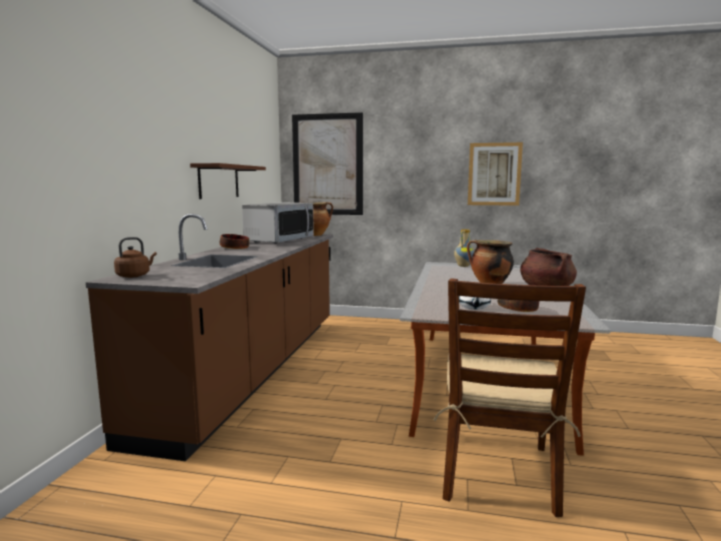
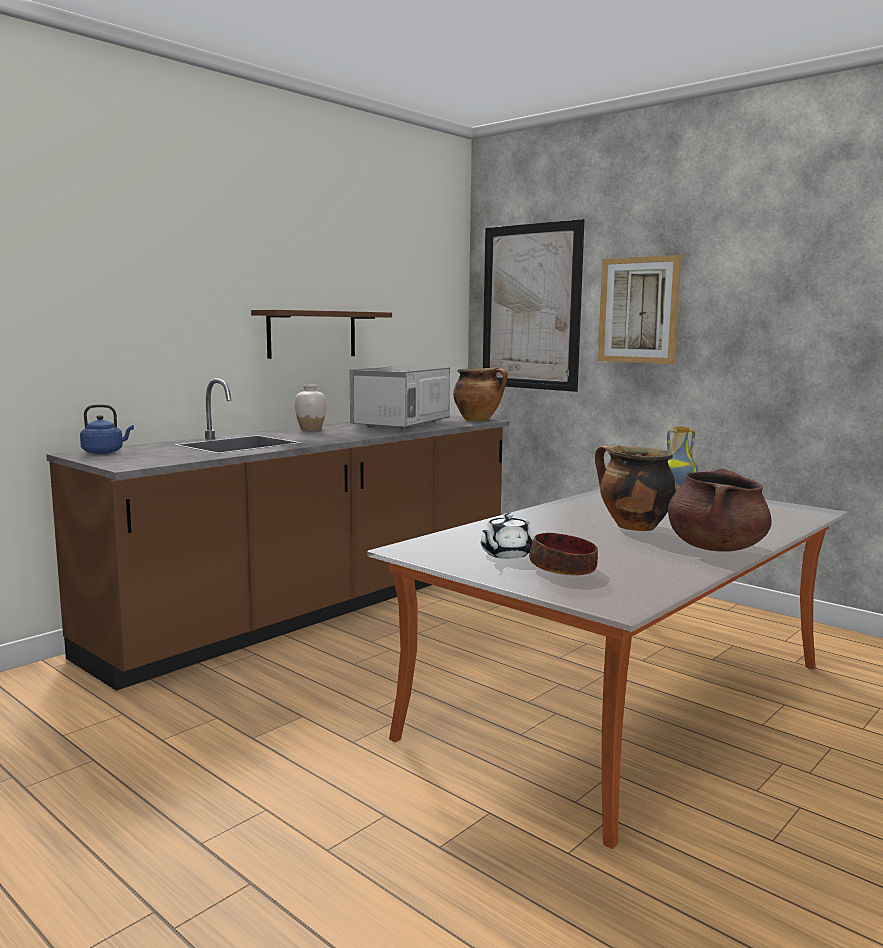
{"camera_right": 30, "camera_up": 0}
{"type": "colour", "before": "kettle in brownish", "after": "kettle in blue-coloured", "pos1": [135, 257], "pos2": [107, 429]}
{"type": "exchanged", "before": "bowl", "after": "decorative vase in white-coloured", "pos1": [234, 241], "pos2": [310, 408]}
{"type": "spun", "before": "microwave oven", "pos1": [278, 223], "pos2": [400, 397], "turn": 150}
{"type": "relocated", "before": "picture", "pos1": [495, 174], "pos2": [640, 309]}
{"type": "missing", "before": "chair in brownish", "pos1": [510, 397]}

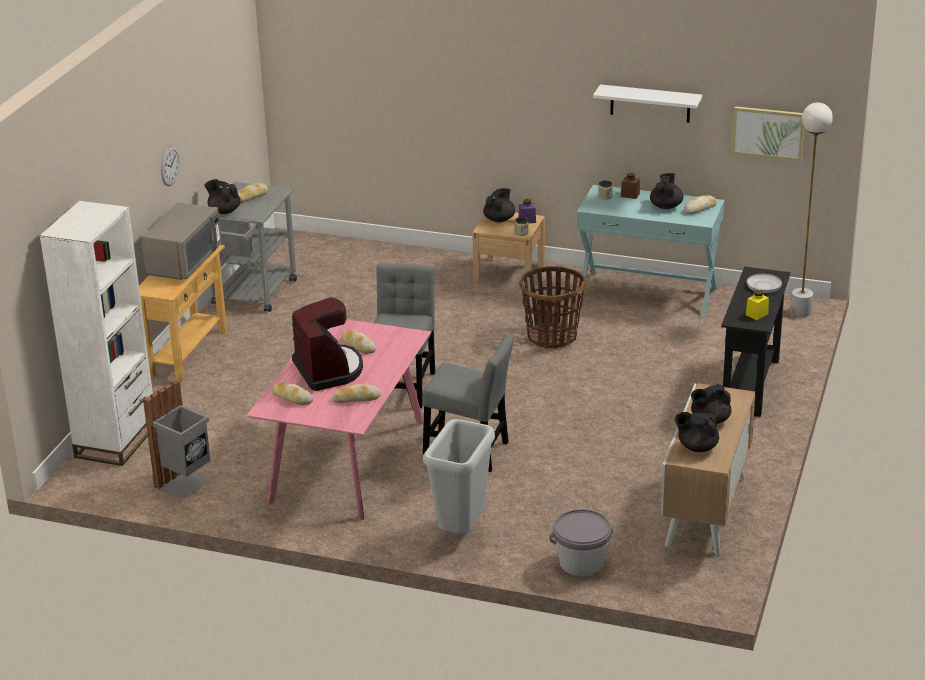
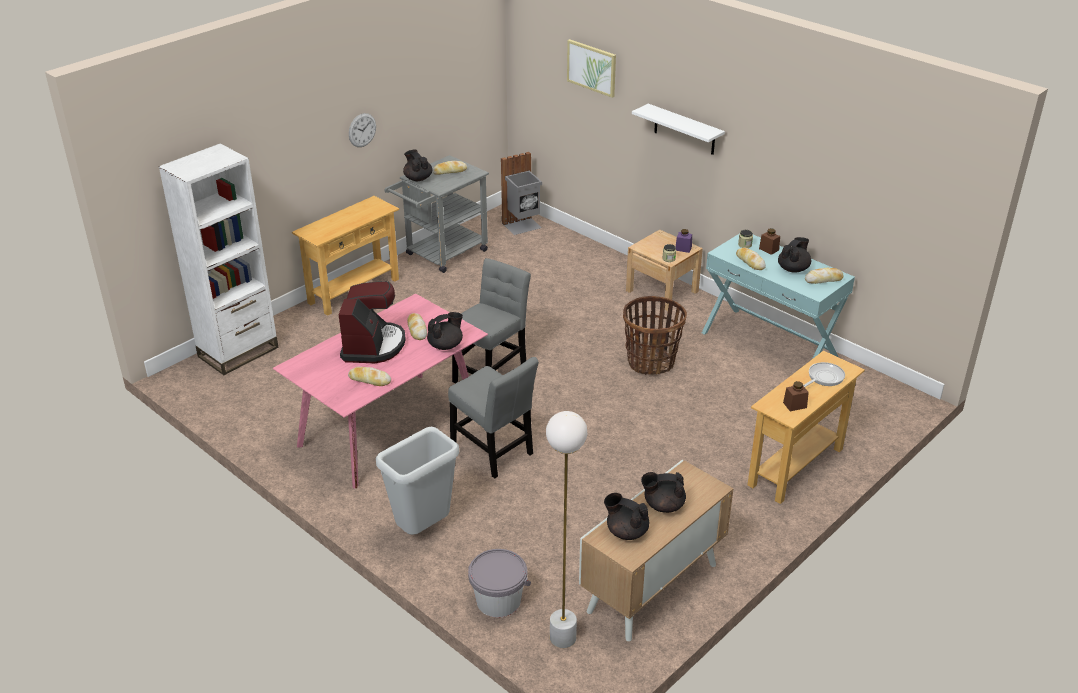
{"camera_right": 25, "camera_up": 5}
{"type": "relocated", "before": "teapot in blackish", "pos1": [499, 205], "pos2": [445, 331]}
{"type": "relocated", "before": "trash can in greyish", "pos1": [178, 440], "pos2": [521, 193]}
{"type": "relocated", "before": "floor lamp in white-coloured", "pos1": [811, 209], "pos2": [566, 529]}
{"type": "relocated", "before": "picture", "pos1": [768, 133], "pos2": [591, 68]}
{"type": "relocated", "before": "shelf in white-coloured", "pos1": [647, 103], "pos2": [678, 129]}
{"type": "relocated", "before": "bakery bread", "pos1": [292, 393], "pos2": [751, 259]}
{"type": "colour", "before": "console table in blackish", "after": "console table in sand-coloured", "pos1": [756, 341], "pos2": [806, 427]}
{"type": "colour", "before": "preserve jar in yellow", "after": "preserve jar in brownish", "pos1": [757, 305], "pos2": [796, 396]}
{"type": "missing", "before": "microwave oven in greyish", "pos1": [181, 241]}

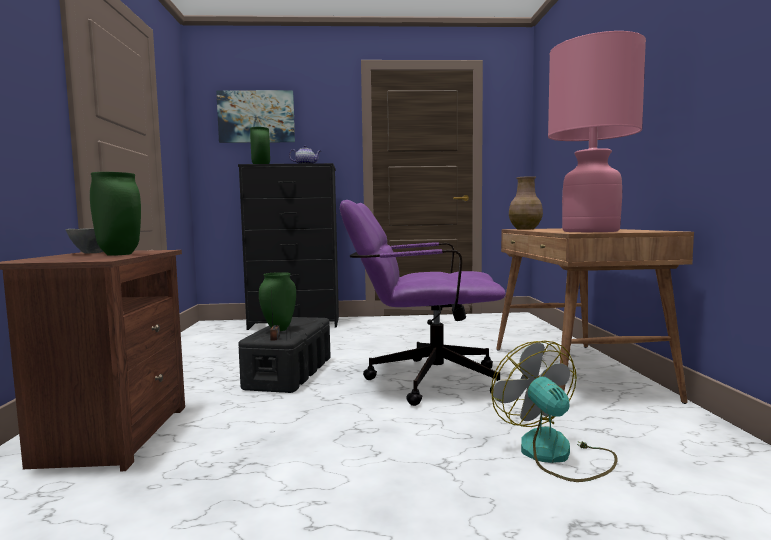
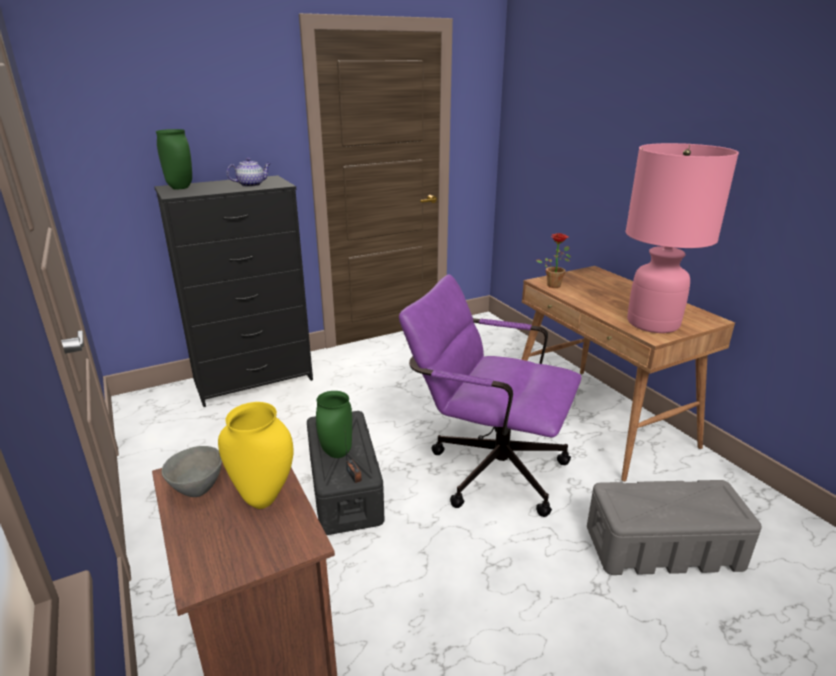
{"camera_right": -25, "camera_up": 20}
{"type": "colour", "before": "decorative vase in greenish", "after": "decorative vase in yellow", "pos1": [115, 214], "pos2": [256, 455]}
{"type": "spun", "before": "office chair in purplish", "pos1": [423, 303], "pos2": [490, 395], "turn": 45}
{"type": "exchanged", "before": "decorative vase in brownish", "after": "potted plant", "pos1": [526, 202], "pos2": [553, 260]}
{"type": "exchanged", "before": "electric fan", "after": "storage box in greyish", "pos1": [554, 411], "pos2": [674, 527]}
{"type": "missing", "before": "picture", "pos1": [255, 116]}

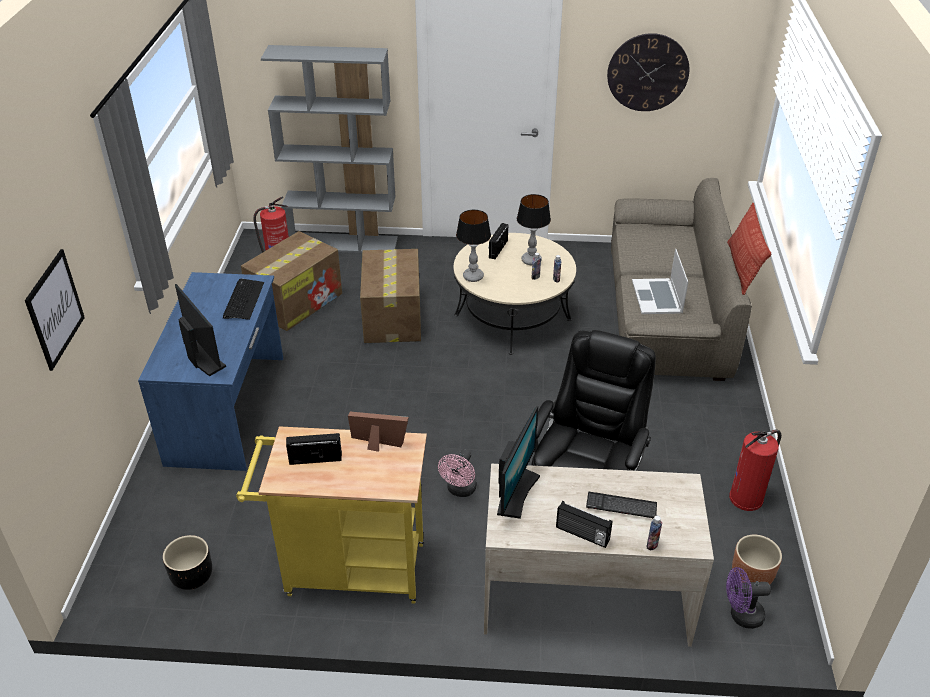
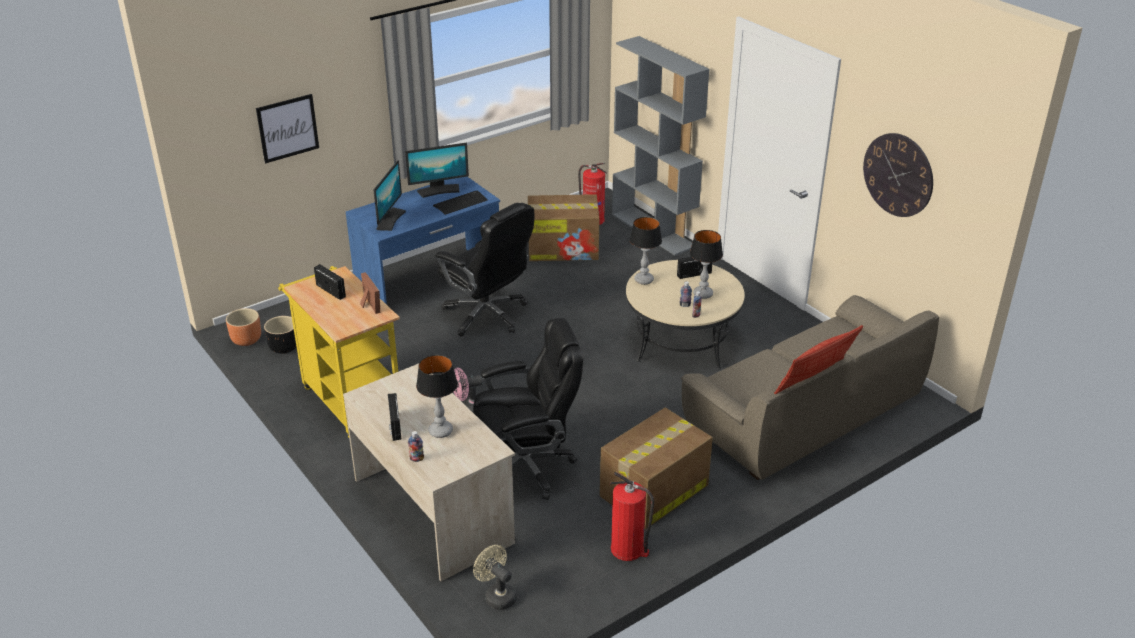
{"camera_right": 50, "camera_up": -5}
{"type": "relocated", "before": "planter in brownish", "pos1": [757, 559], "pos2": [243, 327]}
{"type": "relocated", "before": "computer display", "pos1": [518, 462], "pos2": [437, 170]}
{"type": "exchanged", "before": "PC keyboard", "after": "table lamp", "pos1": [621, 505], "pos2": [437, 396]}
{"type": "appeared", "after": "office chair in blackish", "pos2": [484, 270]}
{"type": "colour", "before": "electric fan in purplish", "after": "electric fan in sand-coloured", "pos1": [748, 598], "pos2": [495, 577]}
{"type": "relocated", "before": "carton", "pos1": [390, 296], "pos2": [656, 468]}
{"type": "missing", "before": "notebook computer", "pos1": [660, 281]}

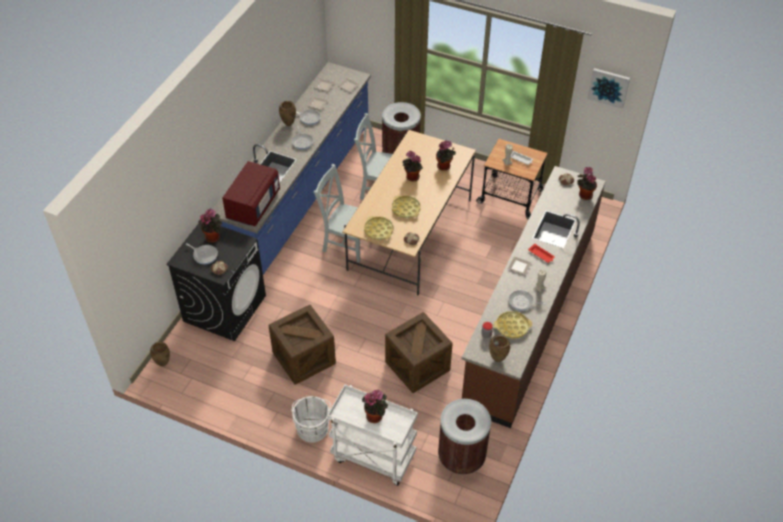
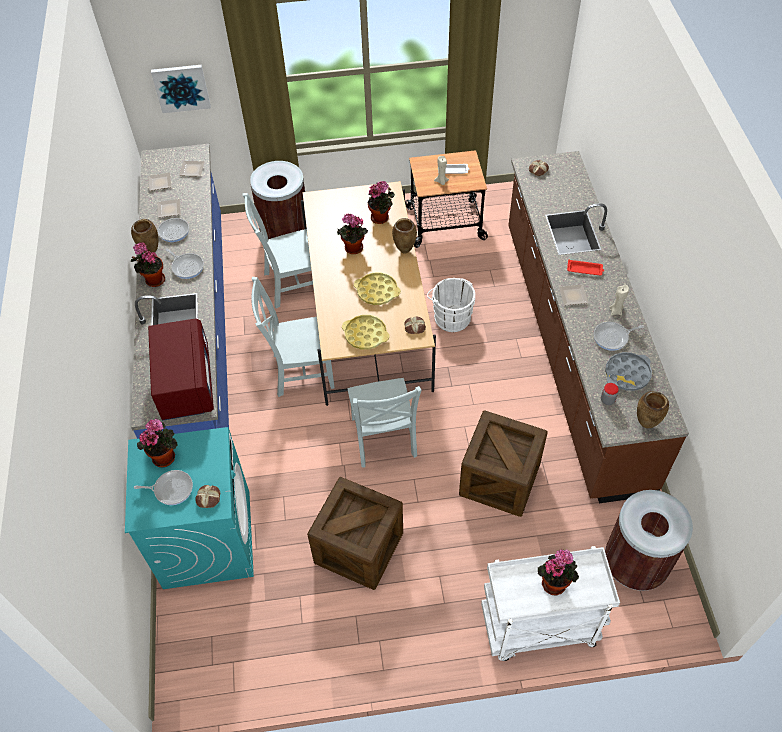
{"camera_right": -30, "camera_up": 5}
{"type": "colour", "before": "laundry appliance in blackish", "after": "laundry appliance in blue-green", "pos1": [216, 282], "pos2": [189, 508]}
{"type": "relocated", "before": "potted plant", "pos1": [587, 183], "pos2": [148, 264]}
{"type": "relocated", "before": "picture", "pos1": [608, 88], "pos2": [181, 89]}
{"type": "appeared", "after": "chair in greyish", "pos2": [384, 422]}
{"type": "relocated", "before": "decorative vase in brownish", "pos1": [160, 354], "pos2": [404, 236]}
{"type": "relocated", "before": "bucket in white-coloured", "pos1": [311, 419], "pos2": [451, 305]}
{"type": "colour", "before": "serving tray in yellow", "after": "serving tray in greyish", "pos1": [512, 325], "pos2": [628, 371]}

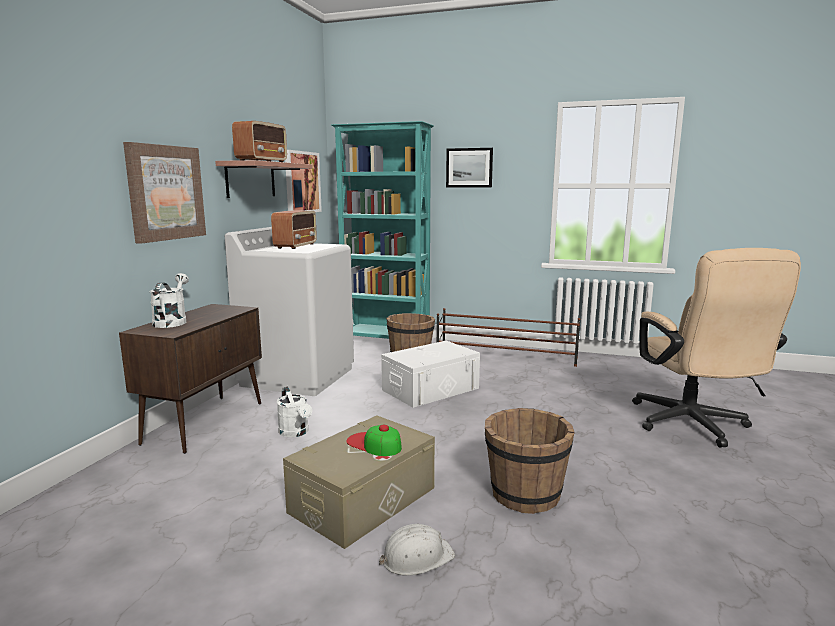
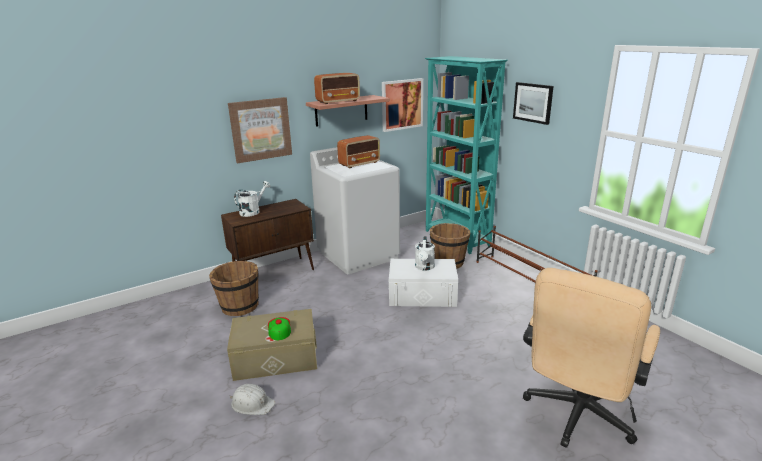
{"camera_right": 40, "camera_up": 10}
{"type": "relocated", "before": "bucket in brownish", "pos1": [530, 461], "pos2": [234, 288]}
{"type": "relocated", "before": "watering pot in white-coloured", "pos1": [294, 412], "pos2": [425, 253]}

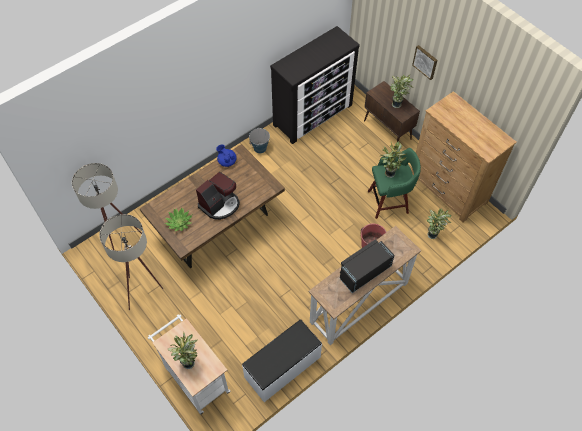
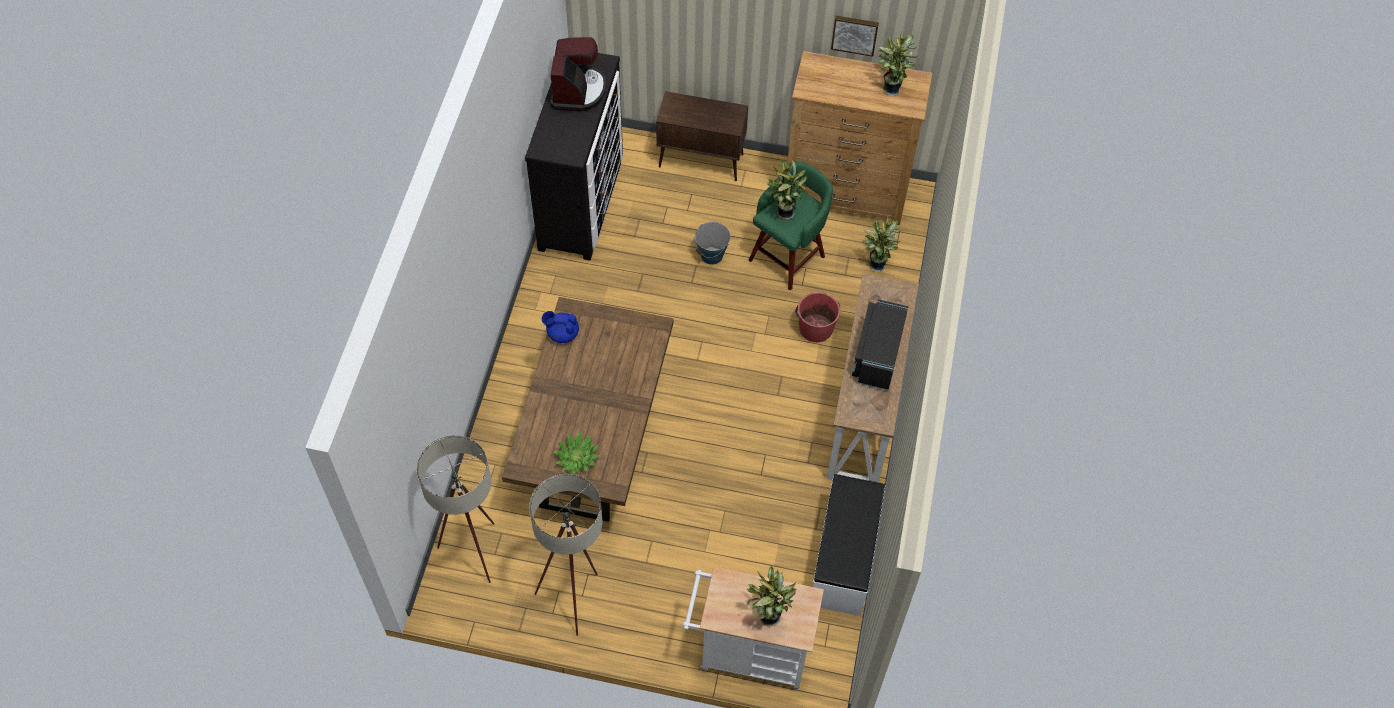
{"camera_right": -40, "camera_up": 0}
{"type": "relocated", "before": "coffee machine", "pos1": [218, 196], "pos2": [578, 74]}
{"type": "relocated", "before": "bucket", "pos1": [259, 140], "pos2": [712, 243]}
{"type": "relocated", "before": "picture", "pos1": [424, 62], "pos2": [855, 36]}
{"type": "relocated", "before": "potted plant", "pos1": [401, 91], "pos2": [898, 63]}

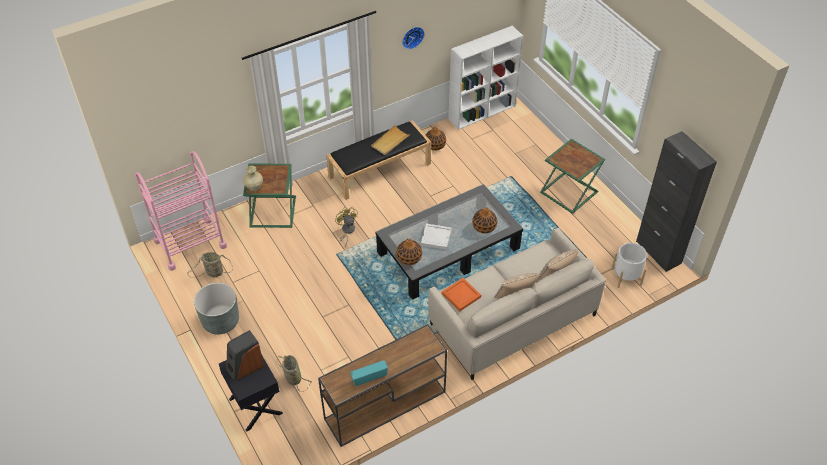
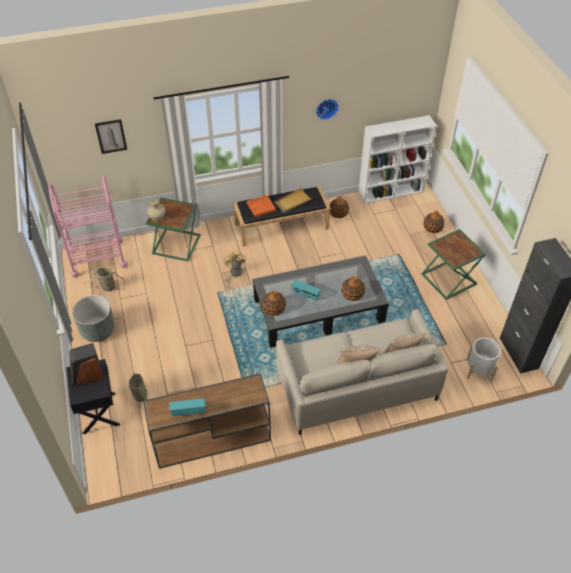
{"camera_right": 15, "camera_up": 0}
{"type": "appeared", "after": "picture", "pos2": [111, 136]}
{"type": "relocated", "before": "serving tray in orange-coloured", "pos1": [461, 294], "pos2": [261, 206]}
{"type": "exchanged", "before": "serving tray in white-coloured", "after": "radio", "pos1": [436, 236], "pos2": [306, 290]}
{"type": "appeared", "after": "decorative vase", "pos2": [434, 222]}

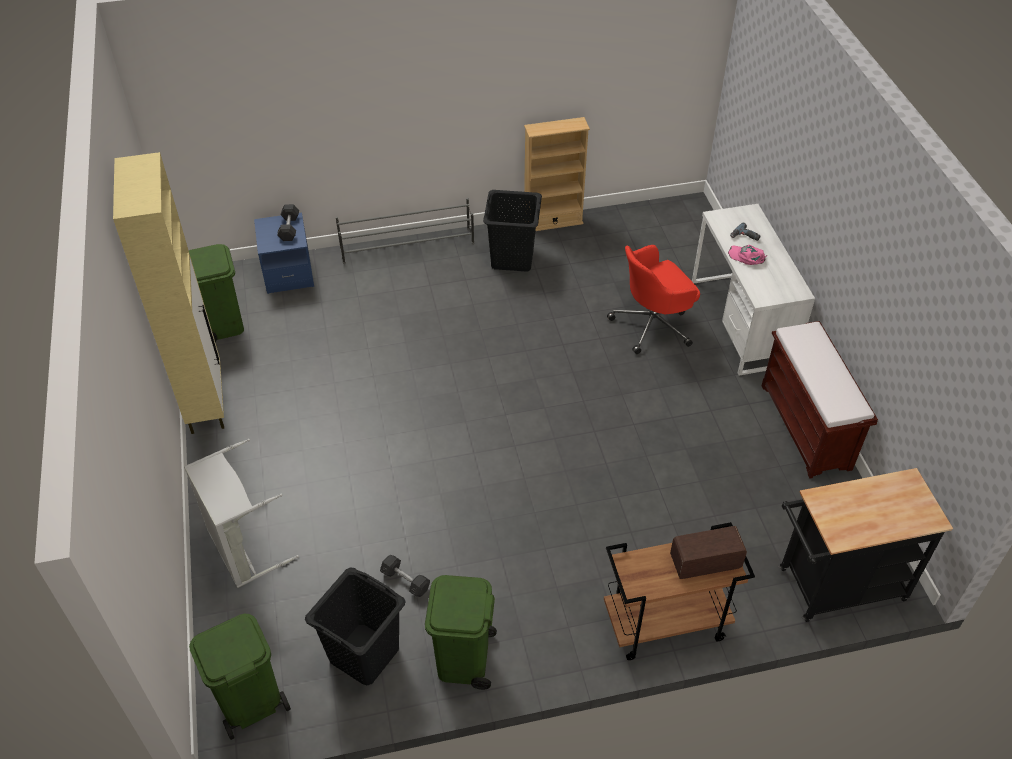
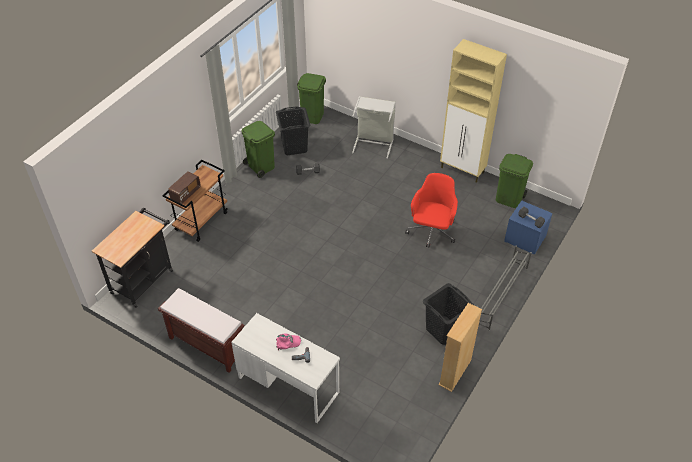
{"camera_right": 135, "camera_up": 0}
{"type": "relocated", "before": "office chair in red", "pos1": [653, 299], "pos2": [431, 210]}

